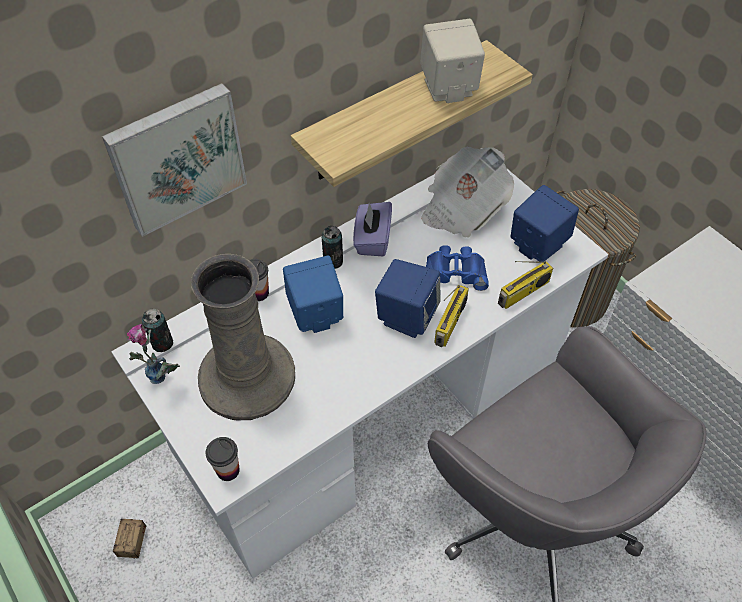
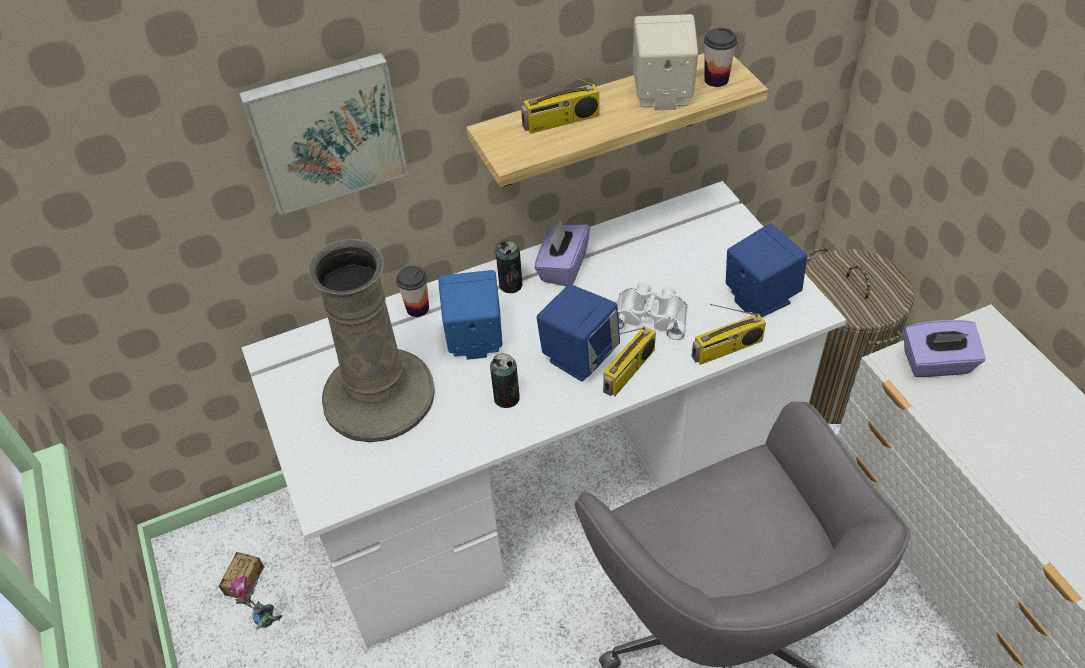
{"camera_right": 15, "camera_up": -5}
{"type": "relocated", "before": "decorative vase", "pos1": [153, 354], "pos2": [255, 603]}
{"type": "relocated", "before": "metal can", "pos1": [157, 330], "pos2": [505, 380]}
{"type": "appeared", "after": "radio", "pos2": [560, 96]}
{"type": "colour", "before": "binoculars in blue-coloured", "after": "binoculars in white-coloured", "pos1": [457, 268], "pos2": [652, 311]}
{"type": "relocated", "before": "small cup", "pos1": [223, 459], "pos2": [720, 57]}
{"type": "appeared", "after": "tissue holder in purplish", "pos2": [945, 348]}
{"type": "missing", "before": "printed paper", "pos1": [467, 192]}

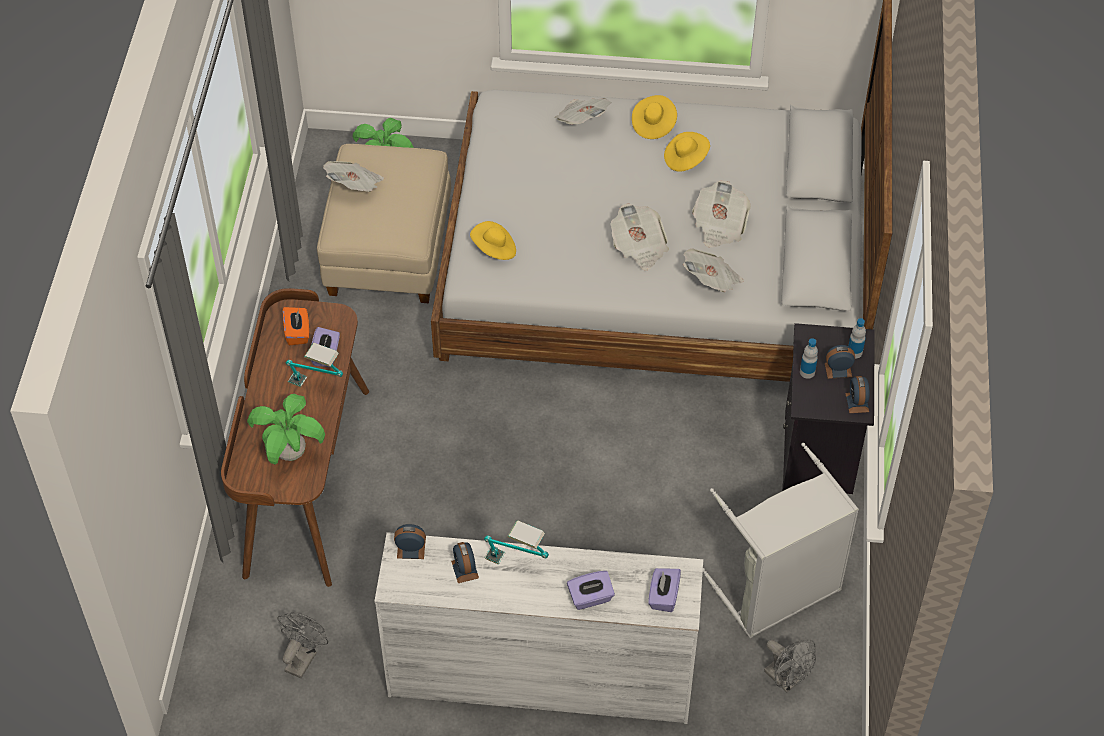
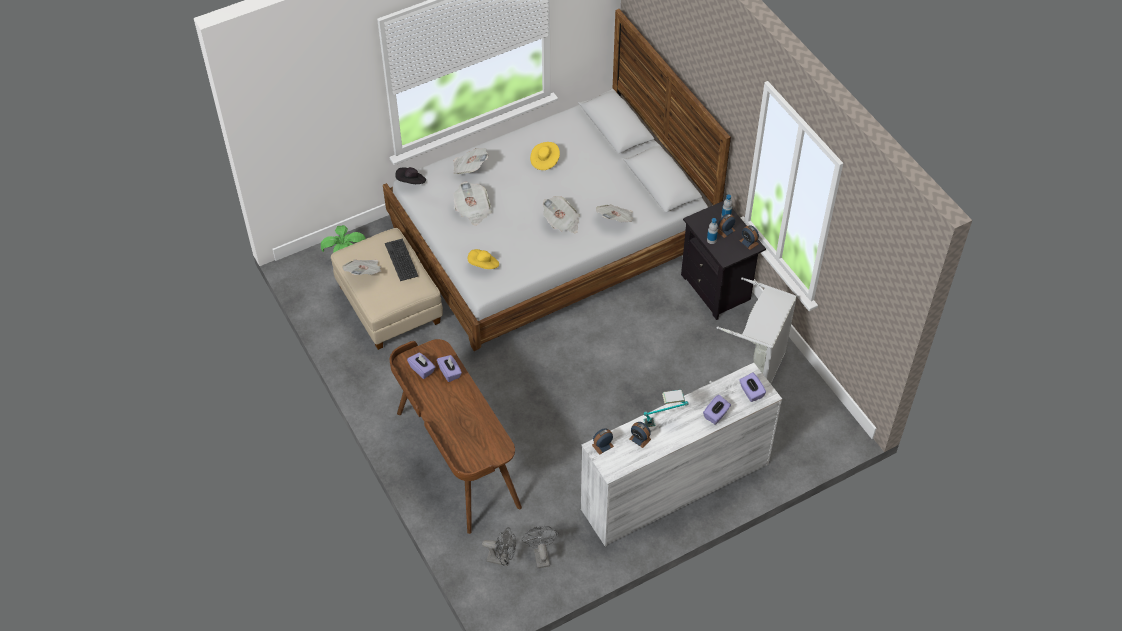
{"camera_right": -35, "camera_up": 0}
{"type": "appeared", "after": "PC keyboard", "pos2": [401, 259]}
{"type": "appeared", "after": "clothing hat in blackish", "pos2": [410, 175]}
{"type": "colour", "before": "tissue holder in orange-coloured", "after": "tissue holder in purplish", "pos1": [296, 326], "pos2": [421, 366]}
{"type": "relocated", "before": "printed paper", "pos1": [721, 214], "pos2": [472, 203]}
{"type": "relocated", "before": "electric fan in greyish", "pos1": [790, 666], "pos2": [499, 546]}
{"type": "missing", "before": "potted plant", "pos1": [286, 429]}
{"type": "missing", "before": "table lamp", "pos1": [314, 365]}
{"type": "missing", "before": "clothing hat in yellow", "pos1": [654, 117]}

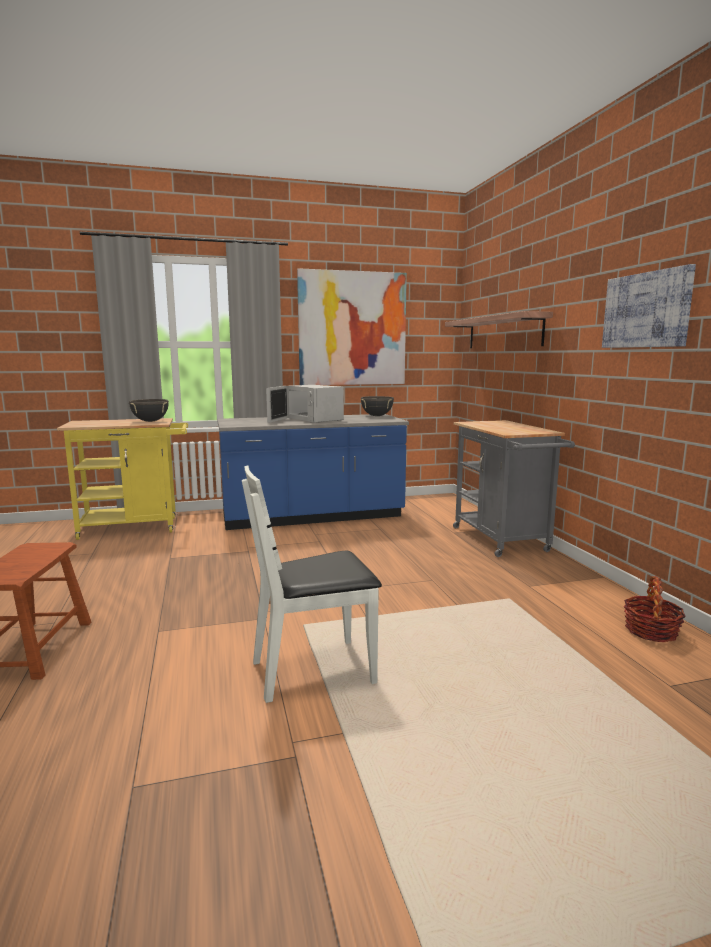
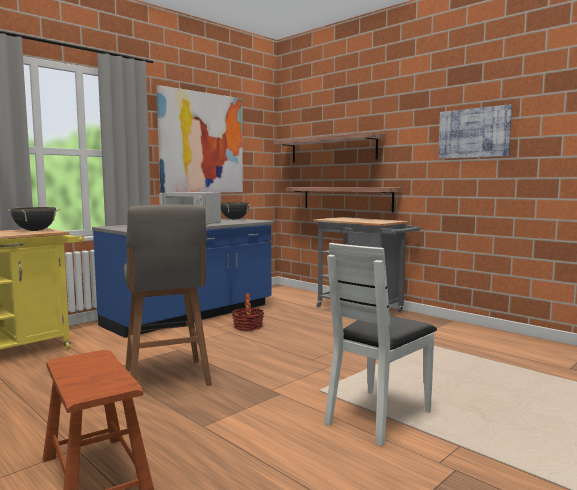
{"camera_right": -30, "camera_up": -5}
{"type": "appeared", "after": "sitting stool in greyish", "pos2": [168, 295]}
{"type": "relocated", "before": "storage basket", "pos1": [655, 609], "pos2": [248, 312]}
{"type": "appeared", "after": "shelf", "pos2": [344, 199]}

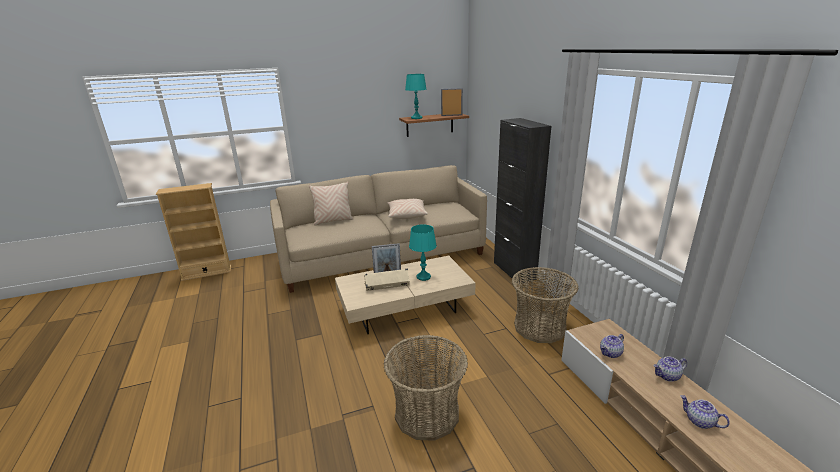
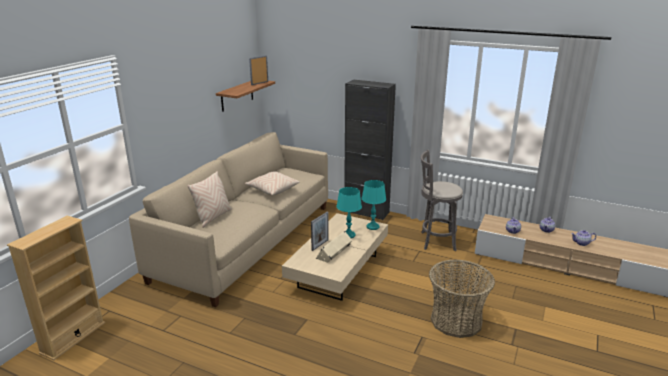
{"camera_right": -45, "camera_up": 0}
{"type": "relocated", "before": "table lamp in blue-green", "pos1": [415, 96], "pos2": [374, 205]}
{"type": "exchanged", "before": "storage basket", "after": "sitting stool in greyish", "pos1": [545, 305], "pos2": [442, 200]}

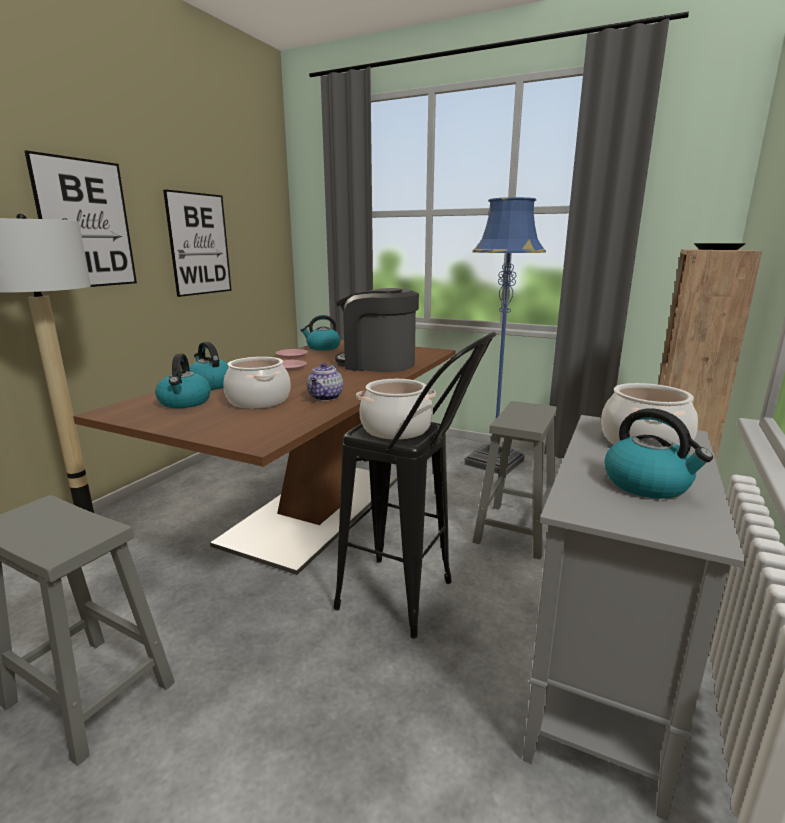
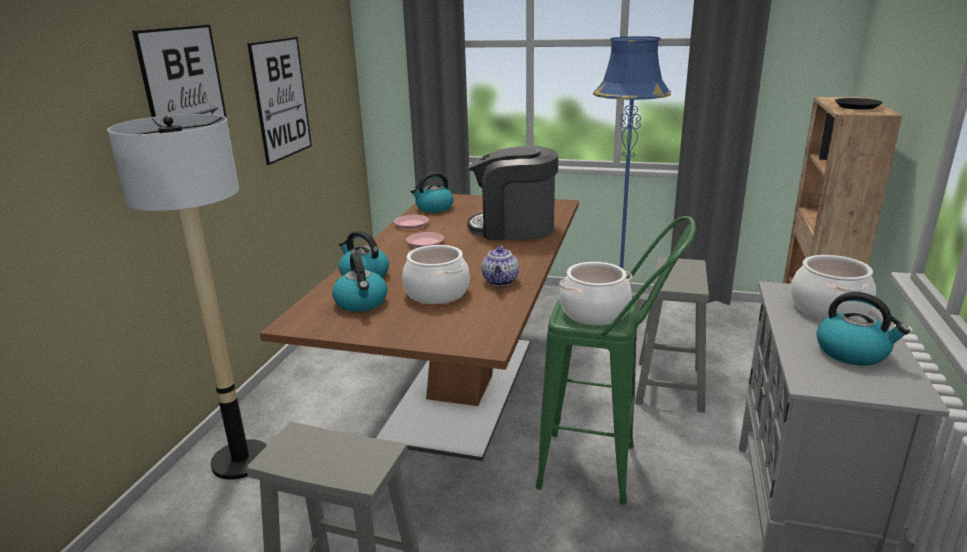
{"camera_right": -10, "camera_up": 5}
{"type": "colour", "before": "sitting stool in blackish", "after": "sitting stool in greenish", "pos1": [415, 485], "pos2": [616, 360]}

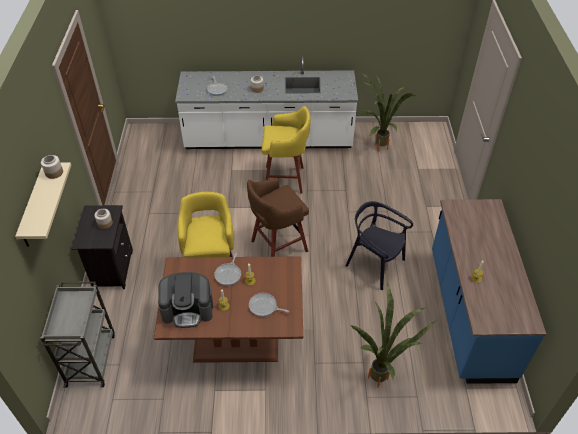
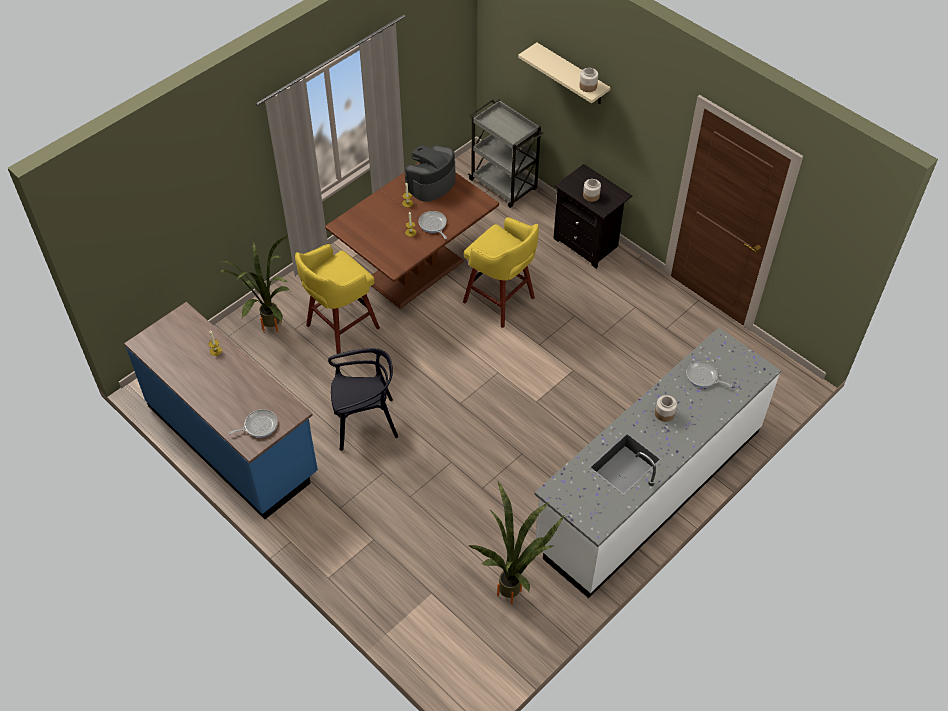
{"camera_right": 135, "camera_up": 5}
{"type": "relocated", "before": "pan", "pos1": [269, 305], "pos2": [253, 423]}
{"type": "relocated", "before": "sitting stool in yellow", "pos1": [286, 149], "pos2": [337, 299]}
{"type": "missing", "before": "sitting stool in brownish", "pos1": [278, 217]}

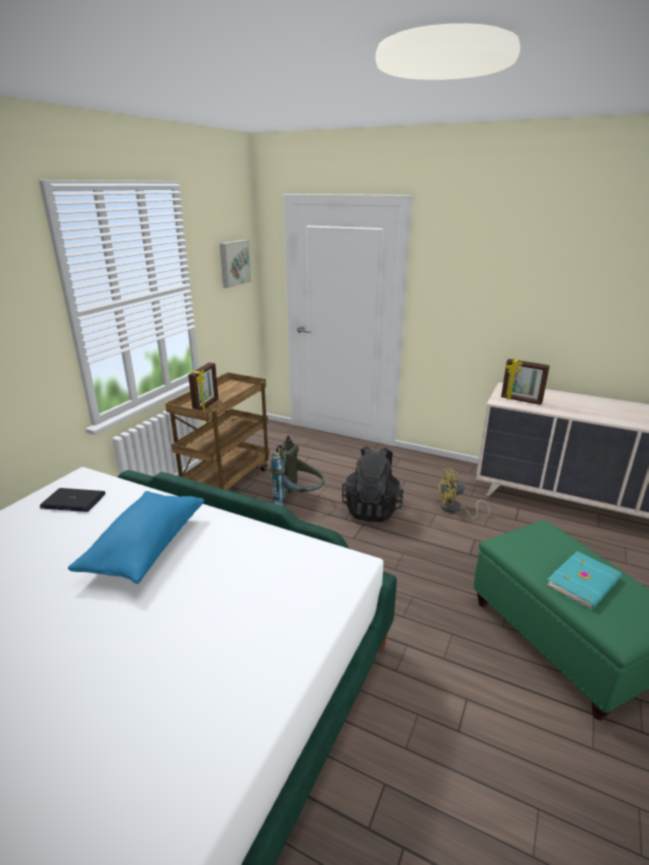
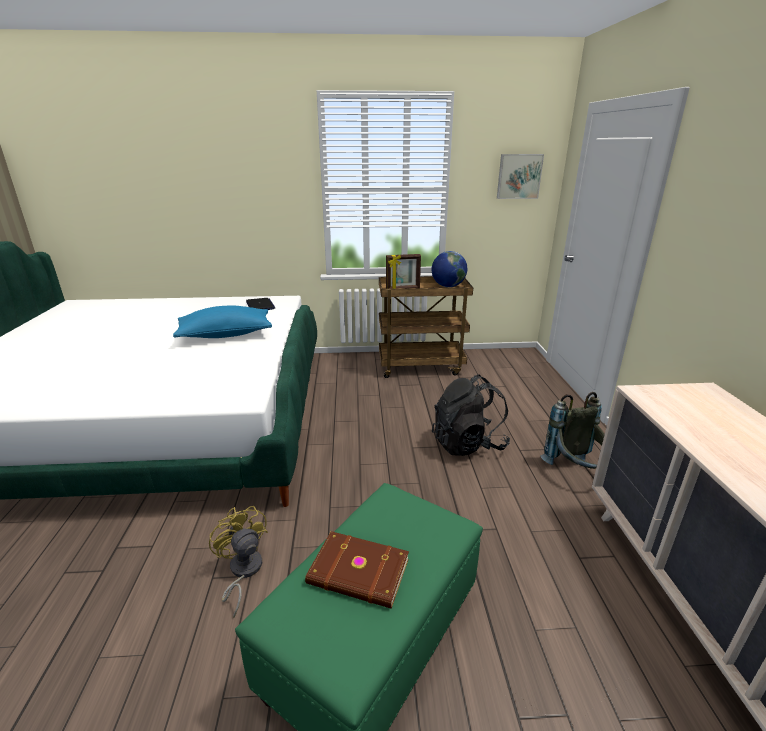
{"camera_right": 60, "camera_up": 0}
{"type": "relocated", "before": "electric fan in yellow", "pos1": [463, 493], "pos2": [238, 561]}
{"type": "colour", "before": "book in blue-green", "after": "book in brownish", "pos1": [584, 580], "pos2": [357, 570]}
{"type": "appeared", "after": "globe", "pos2": [449, 269]}
{"type": "relocated", "before": "backpack in greyish", "pos1": [297, 470], "pos2": [573, 430]}
{"type": "missing", "before": "photo frame", "pos1": [525, 382]}

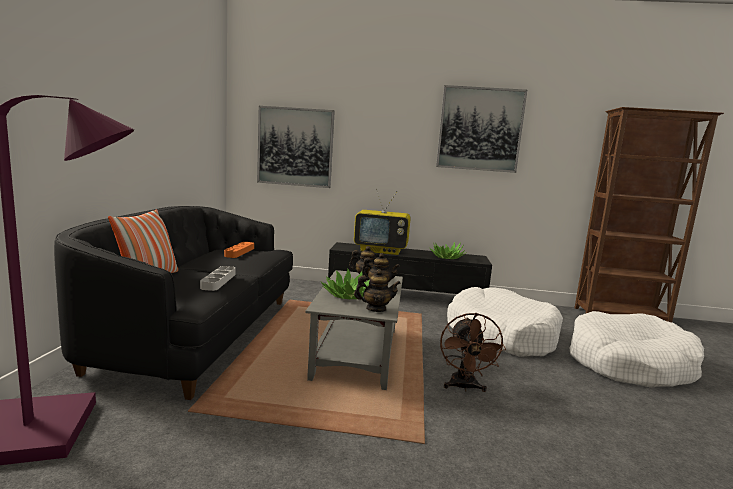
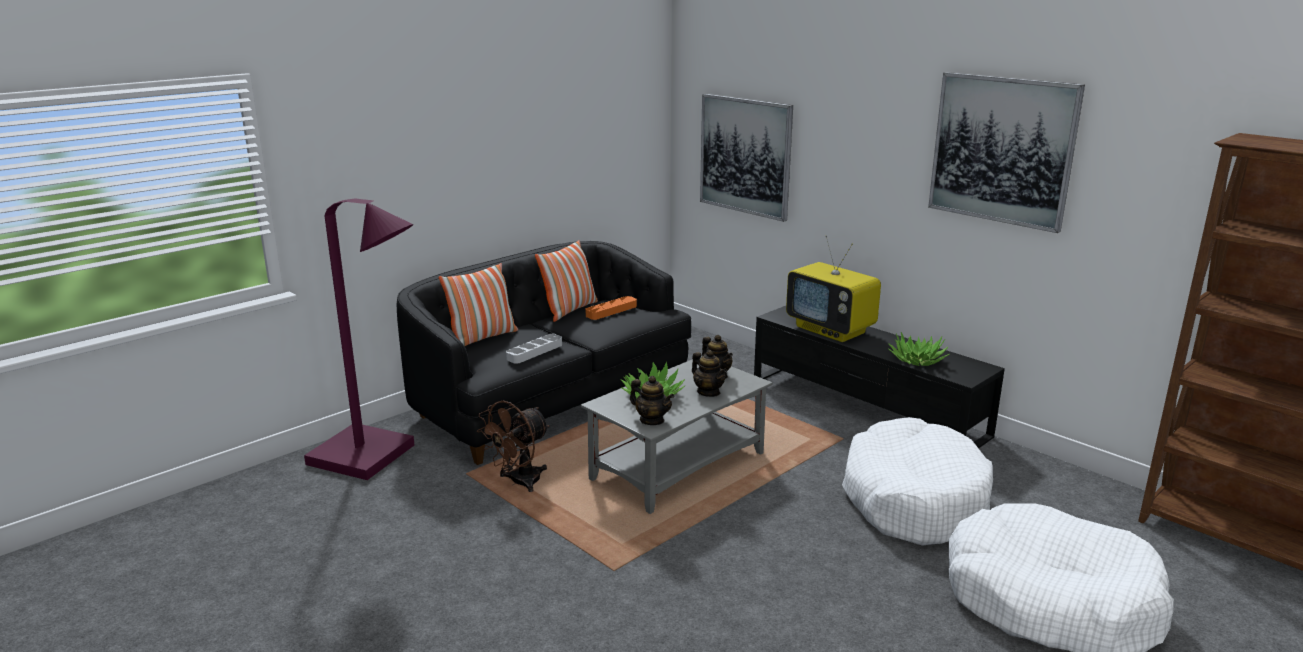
{"camera_right": 40, "camera_up": 10}
{"type": "relocated", "before": "electric fan in brownish", "pos1": [473, 352], "pos2": [513, 446]}
{"type": "appeared", "after": "pillow", "pos2": [566, 281]}

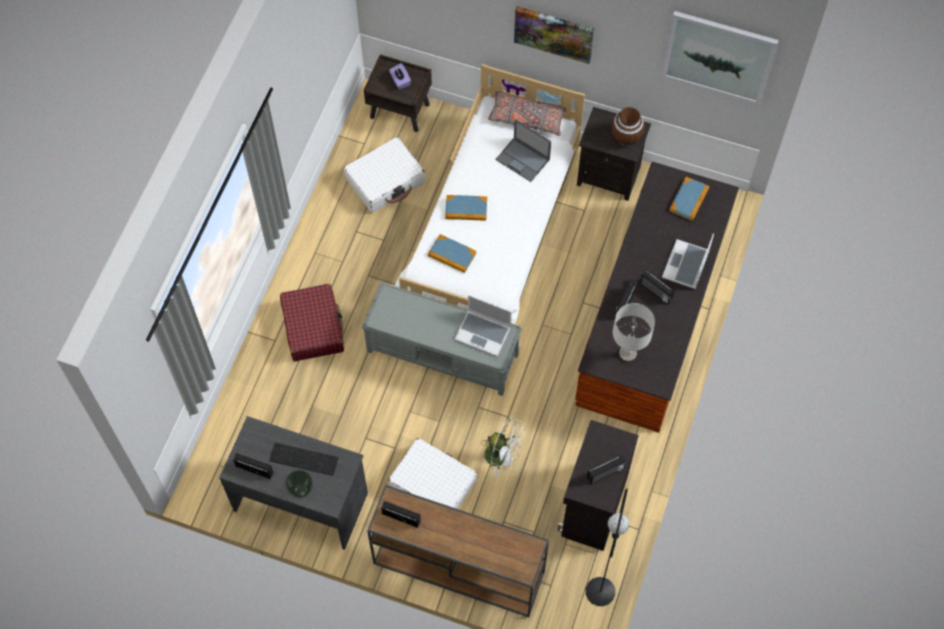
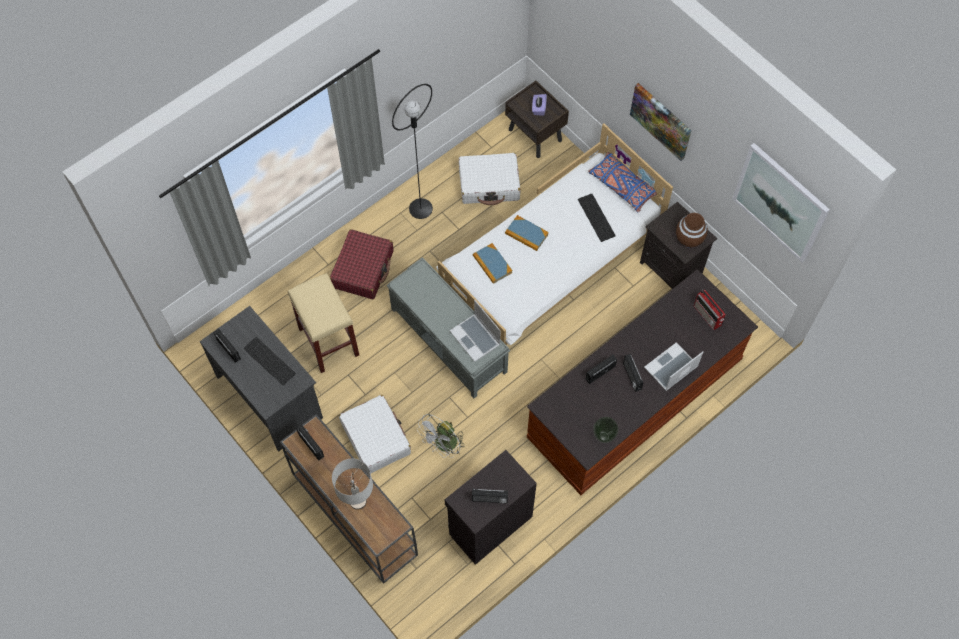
{"camera_right": 30, "camera_up": 0}
{"type": "appeared", "after": "sitting stool in sand-coloured", "pos2": [323, 323]}
{"type": "relocated", "before": "table lamp in greyish", "pos1": [634, 332], "pos2": [352, 484]}
{"type": "relocated", "before": "floor lamp in blackish", "pos1": [607, 547], "pos2": [412, 151]}
{"type": "spun", "before": "electric fan in white-coloured", "pos1": [503, 447], "pos2": [440, 436], "turn": 75}
{"type": "exchanged", "before": "notebook computer", "after": "PC keyboard", "pos1": [523, 150], "pos2": [597, 217]}
{"type": "colour", "before": "pillow in greyish", "after": "pillow in blue-coloured", "pos1": [527, 113], "pos2": [622, 182]}
{"type": "relocated", "before": "decorative vase", "pos1": [299, 484], "pos2": [605, 430]}
{"type": "exchanged", "before": "book", "after": "radio", "pos1": [689, 199], "pos2": [710, 309]}

